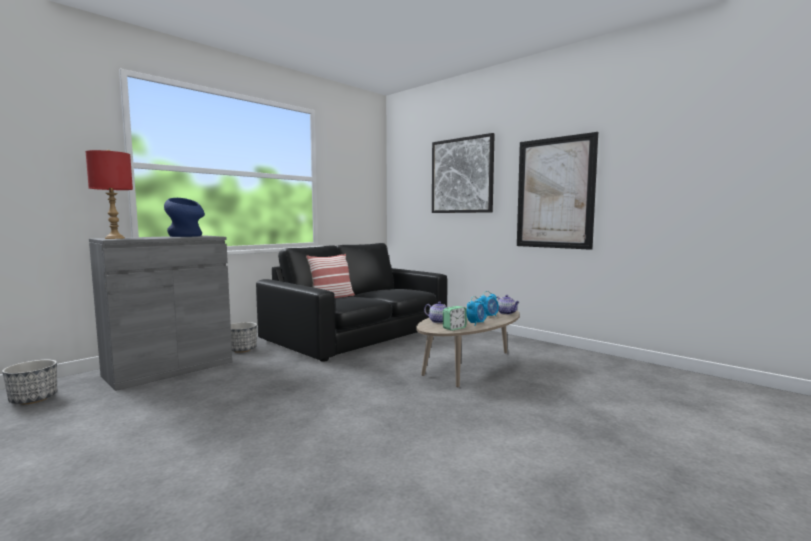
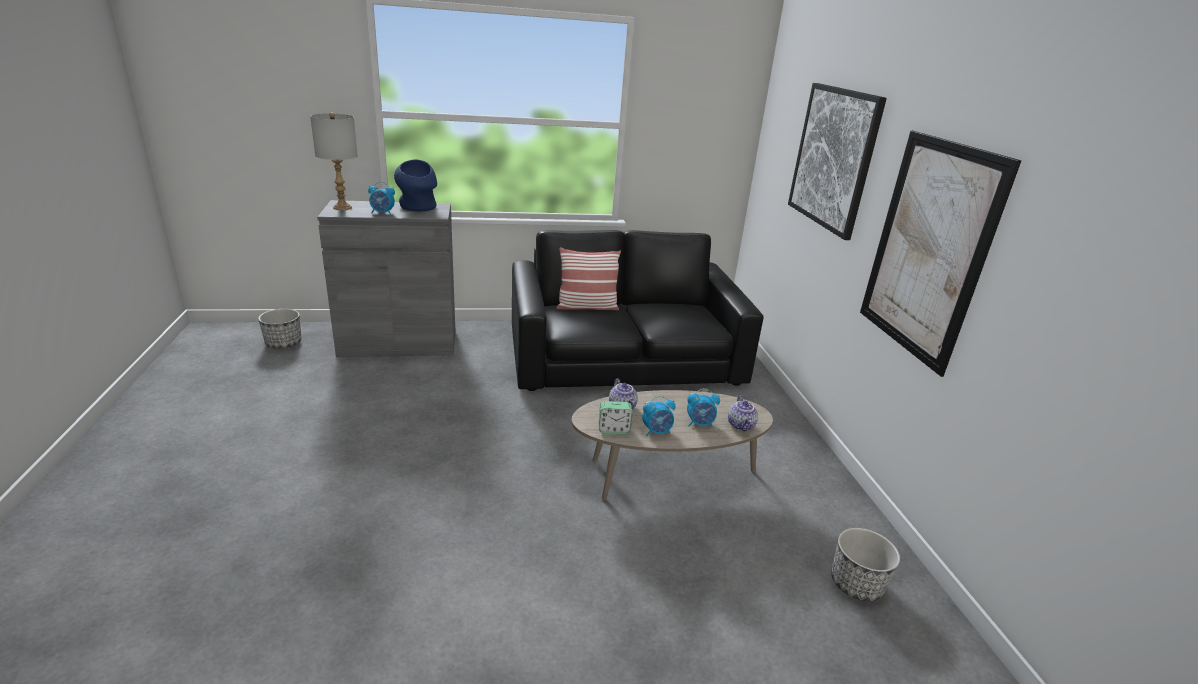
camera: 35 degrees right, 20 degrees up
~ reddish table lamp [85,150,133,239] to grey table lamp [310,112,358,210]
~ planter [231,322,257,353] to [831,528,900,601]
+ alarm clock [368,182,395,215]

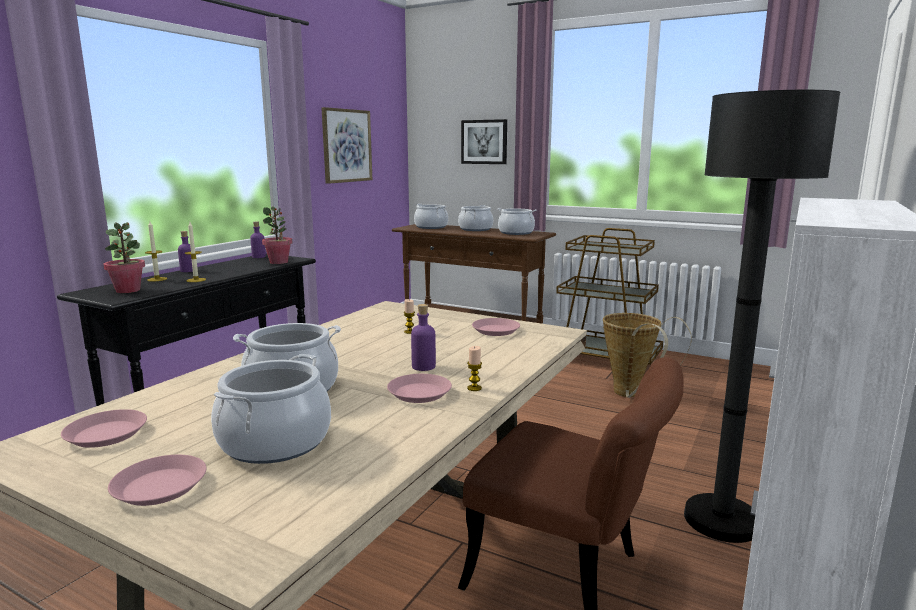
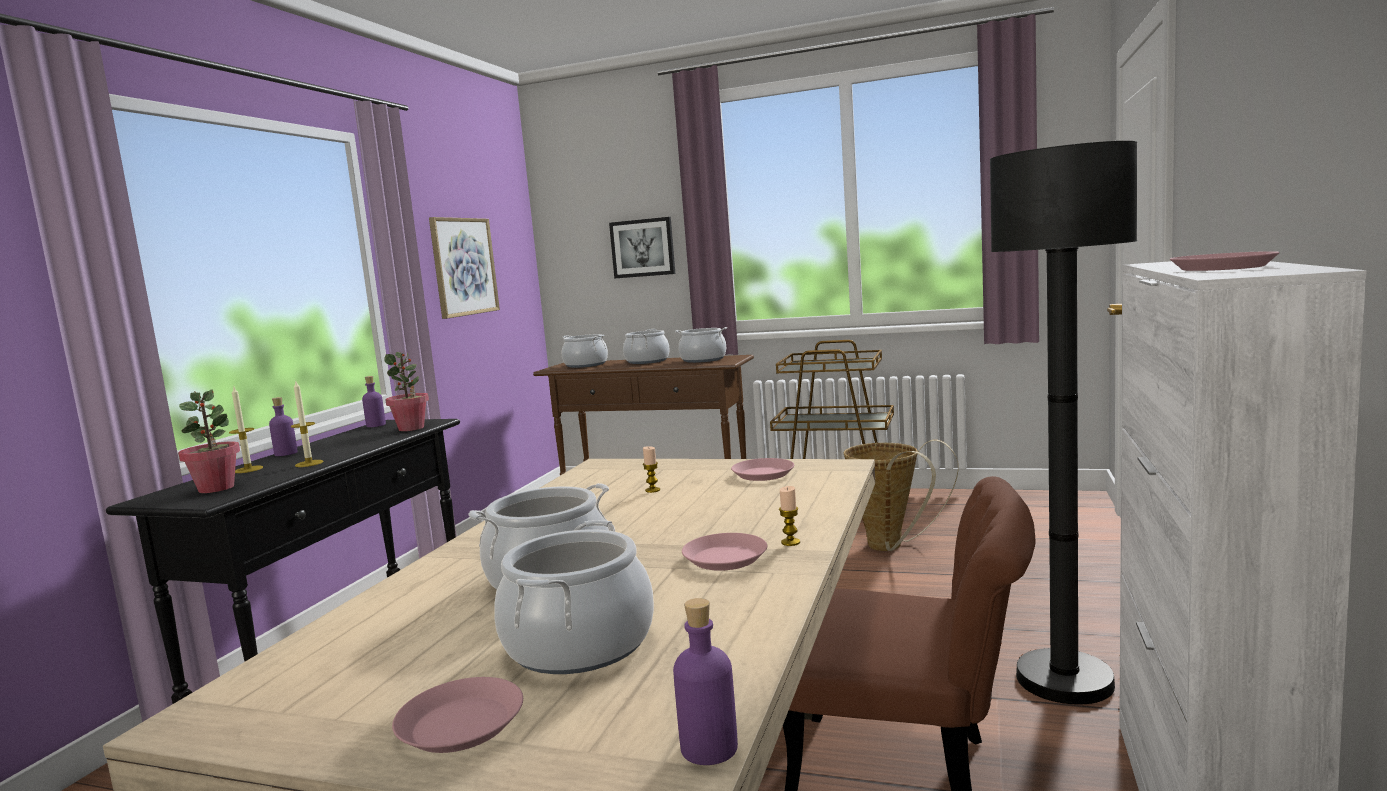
camera: 10 degrees left, 5 degrees down
~ purple-coloured beverage bottle [411,304,436,371] to [673,598,738,765]
~ pink-coloured plate [61,409,147,448] to [1170,251,1280,271]

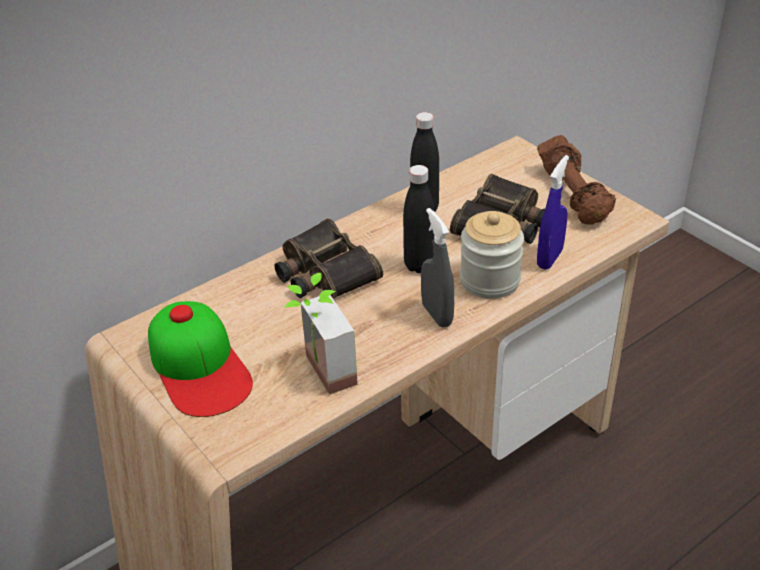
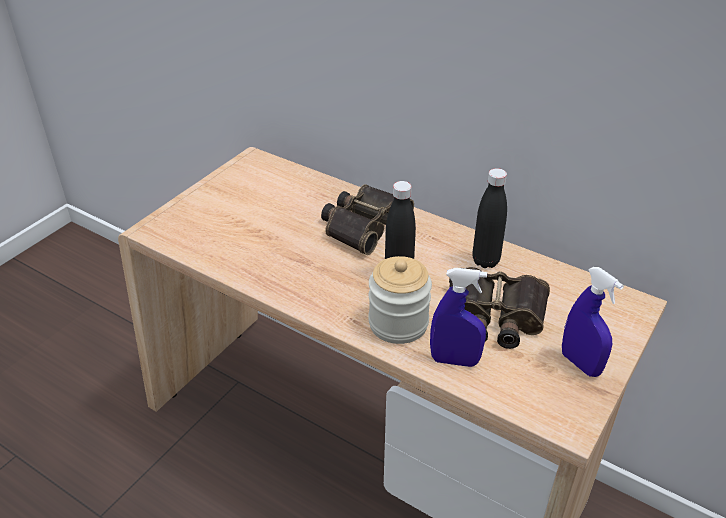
camera: 70 degrees right, 0 degrees up
~ brownish hand weight [537,135,616,225] to blue spray bottle [562,267,624,377]
- grey spray bottle [421,208,455,328]
- potted plant [284,273,358,395]
- cap [148,301,253,417]

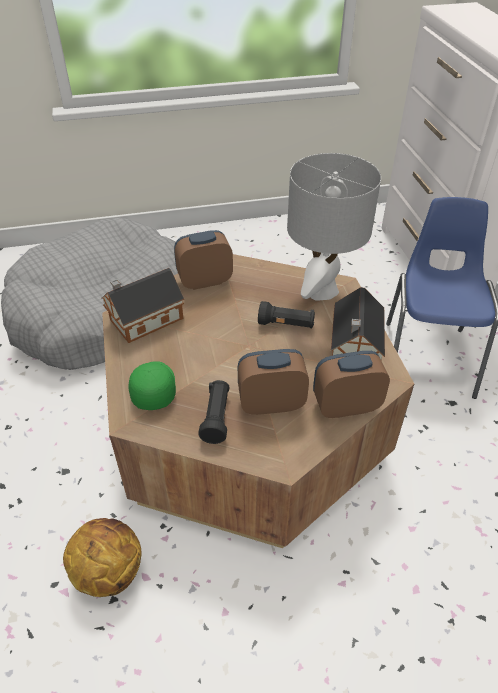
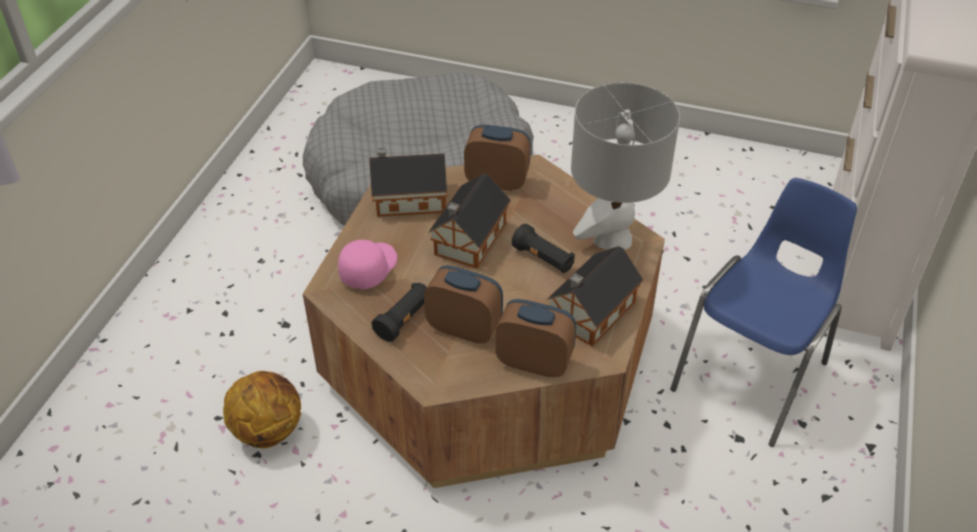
camera: 30 degrees right, 0 degrees up
~ greenish cap [128,361,176,410] to pink-coloured cap [338,240,398,289]
+ toy house [428,173,511,269]

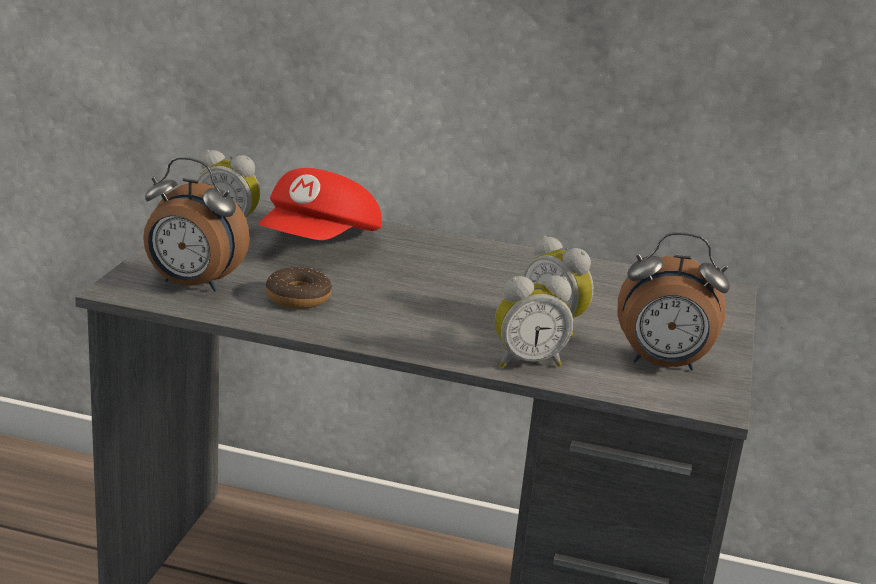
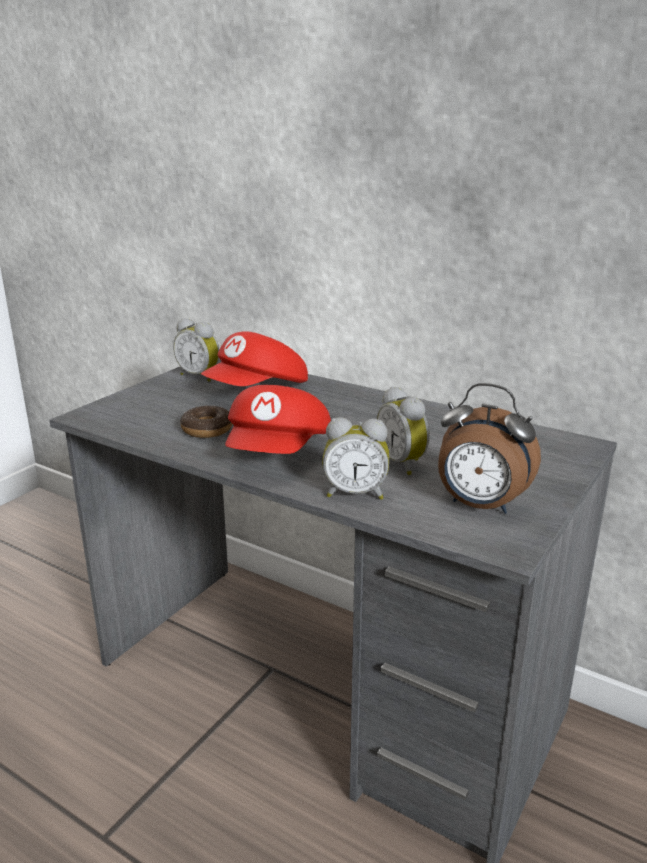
camera: 20 degrees right, 0 degrees up
- alarm clock [143,157,250,292]
+ reddish cap [225,385,331,454]

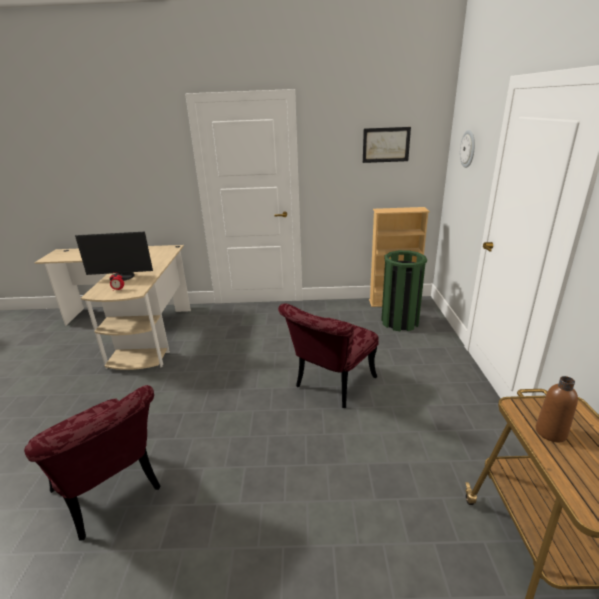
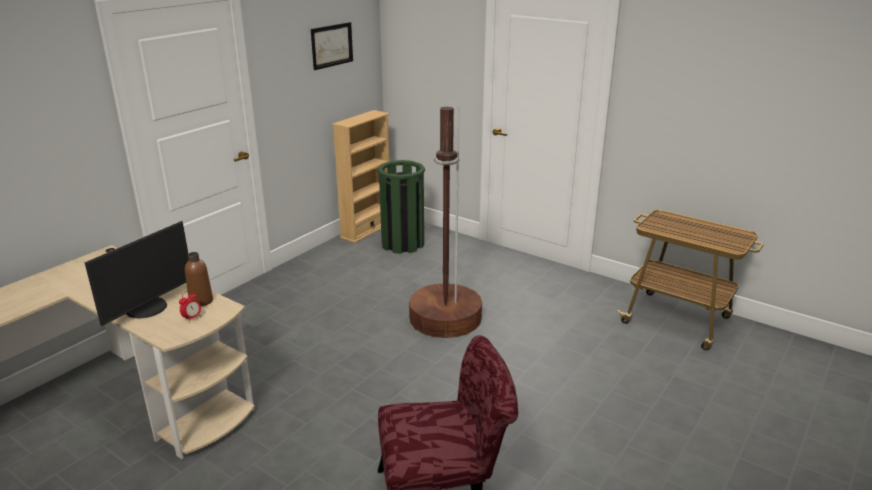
camera: 55 degrees left, 0 degrees up
- clock on the wall [460,130,475,168]
~ reddish chair [278,303,379,408] to brownish floor lamp [409,107,482,338]
~ brownish beverage bottle [536,376,578,442] to [185,252,213,307]

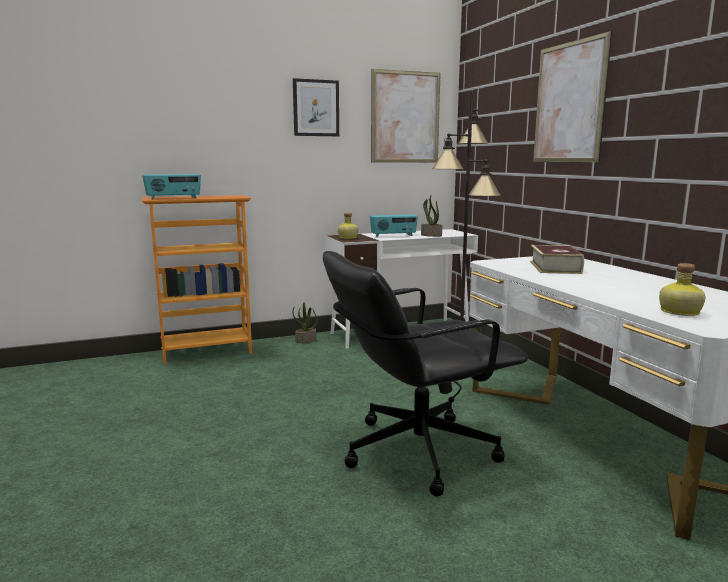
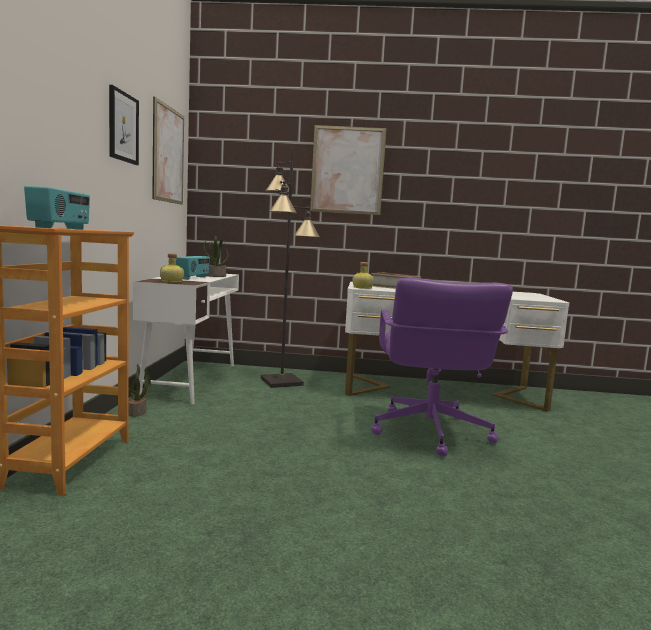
camera: 65 degrees left, 5 degrees down
~ blackish desk chair [323,251,528,497] to purple-coloured desk chair [371,278,513,456]
~ beverage bottle [659,263,706,316] to [353,262,374,289]

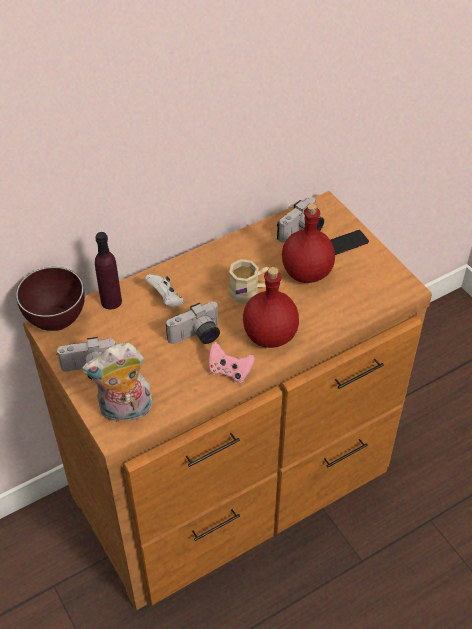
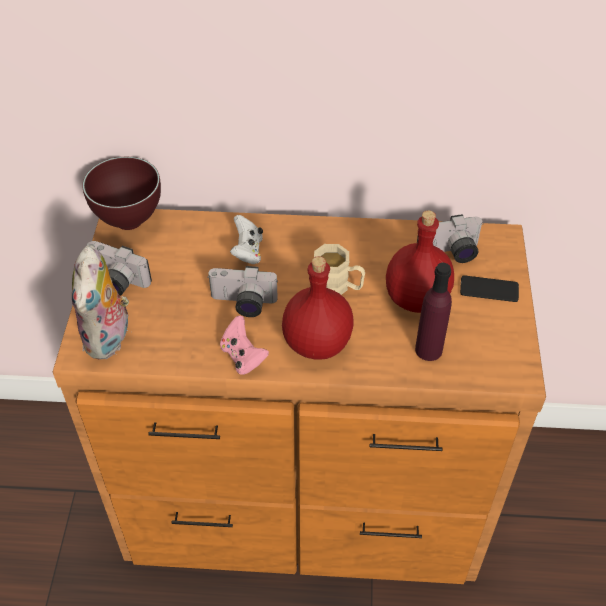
camera: 35 degrees right, 0 degrees up
~ purple-coloured beverage bottle [95,232,122,310] to [415,263,452,361]
~ soft toy [82,343,152,422] = [72,245,129,360] 105 degrees counterclockwise

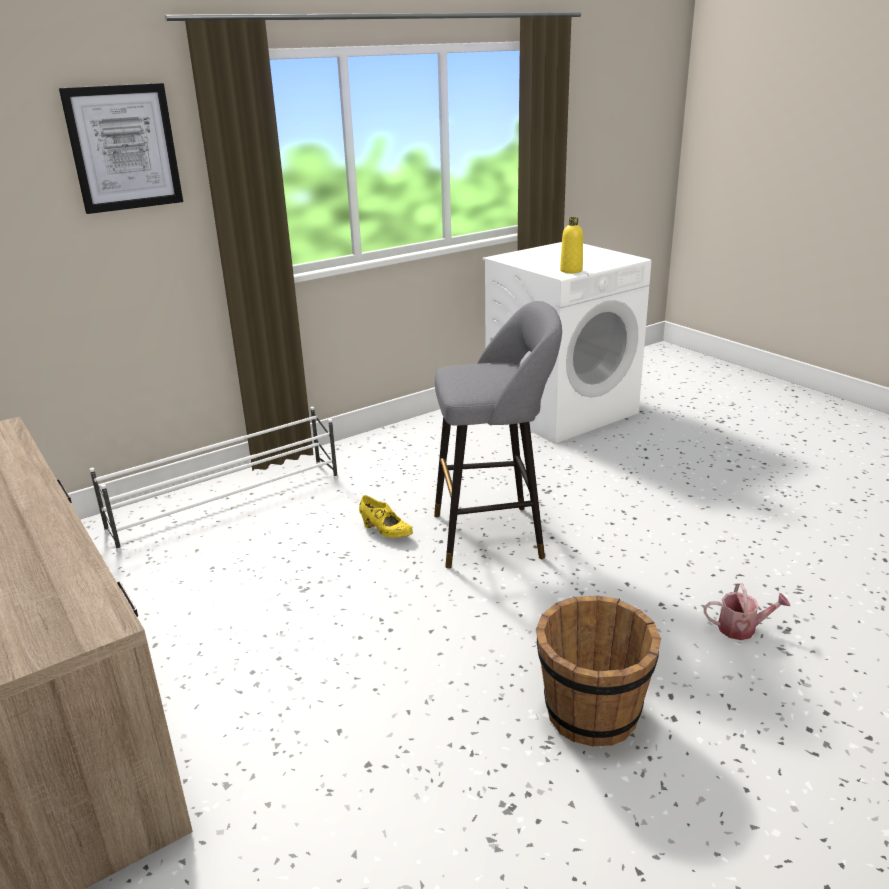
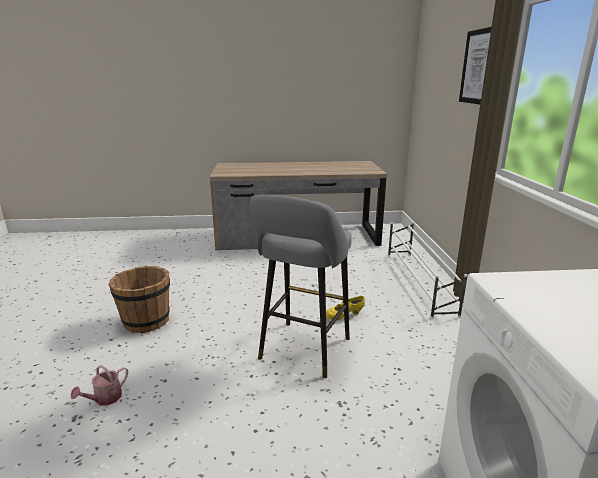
camera: 120 degrees right, 5 degrees down
- yellow beverage bottle [560,217,583,273]

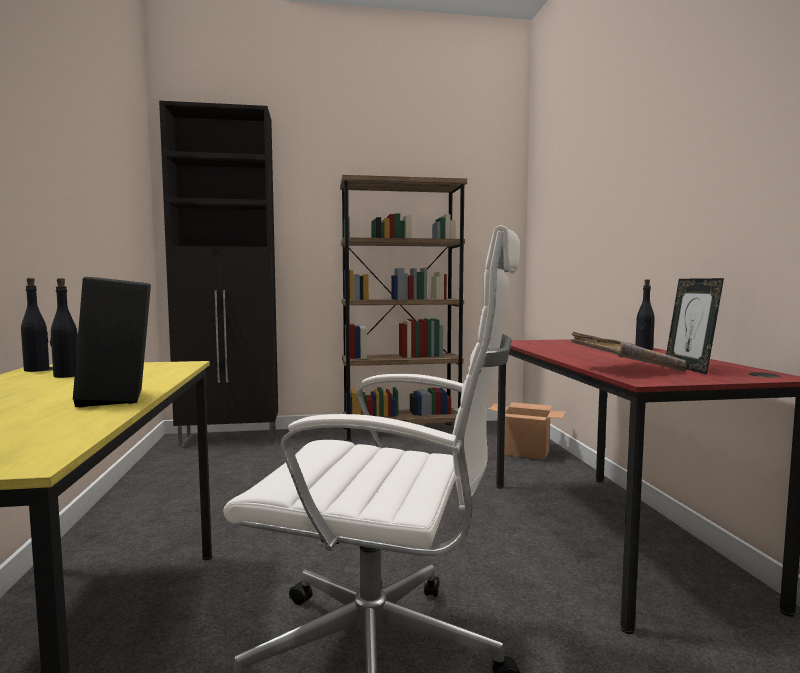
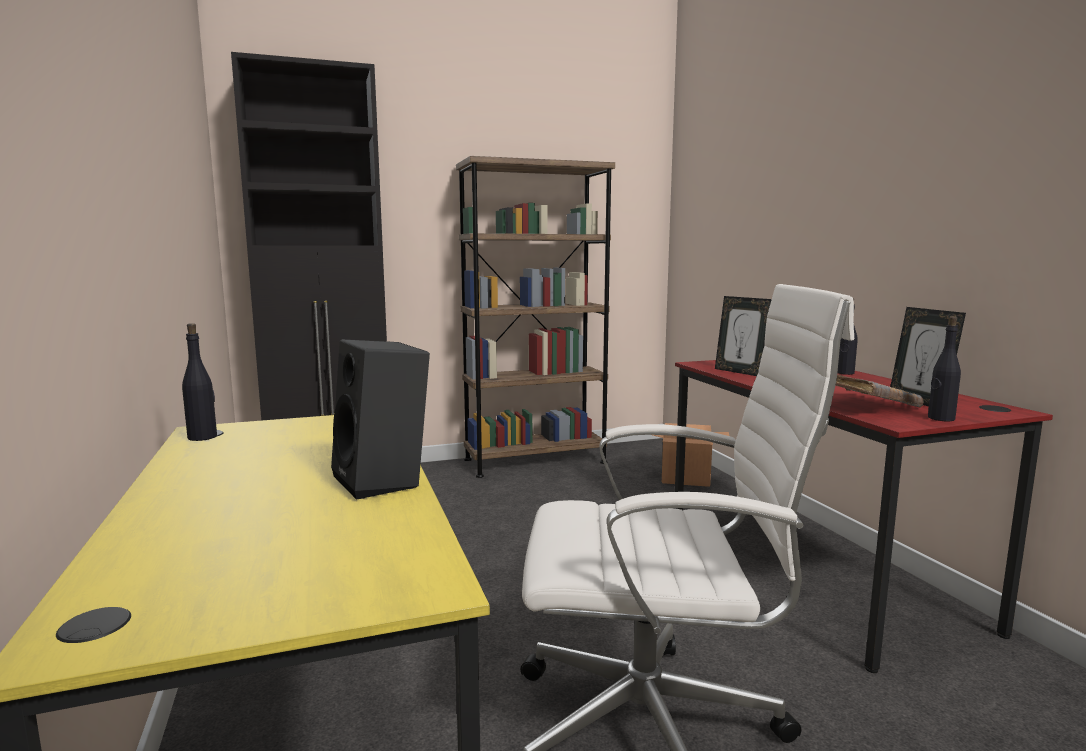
camera: 10 degrees left, 5 degrees up
~ blackish beverage bottle [50,278,77,378] to [928,316,961,421]
+ picture frame [715,296,772,376]

